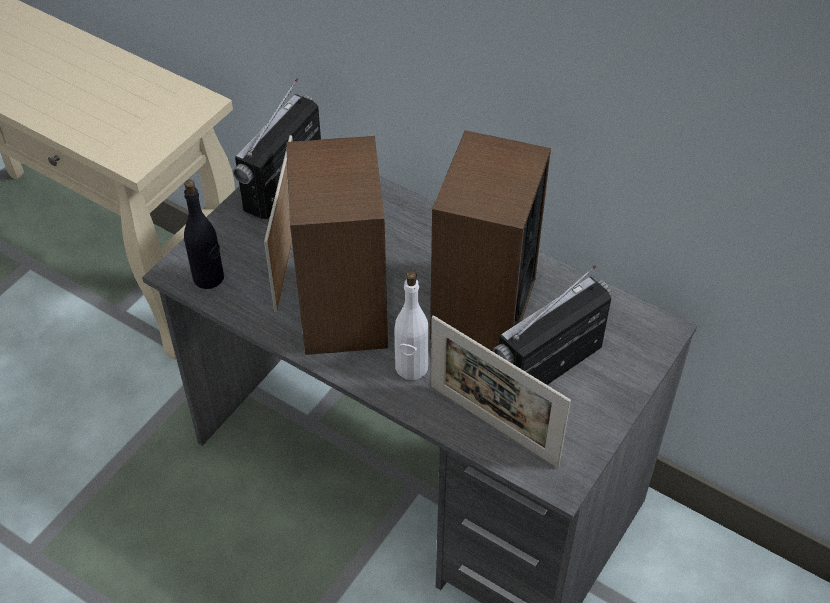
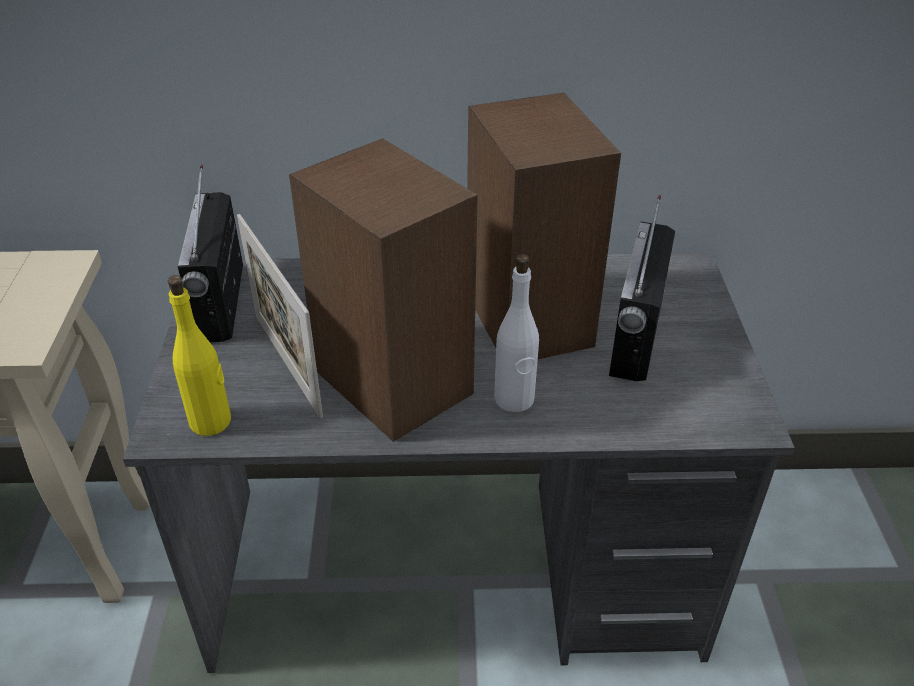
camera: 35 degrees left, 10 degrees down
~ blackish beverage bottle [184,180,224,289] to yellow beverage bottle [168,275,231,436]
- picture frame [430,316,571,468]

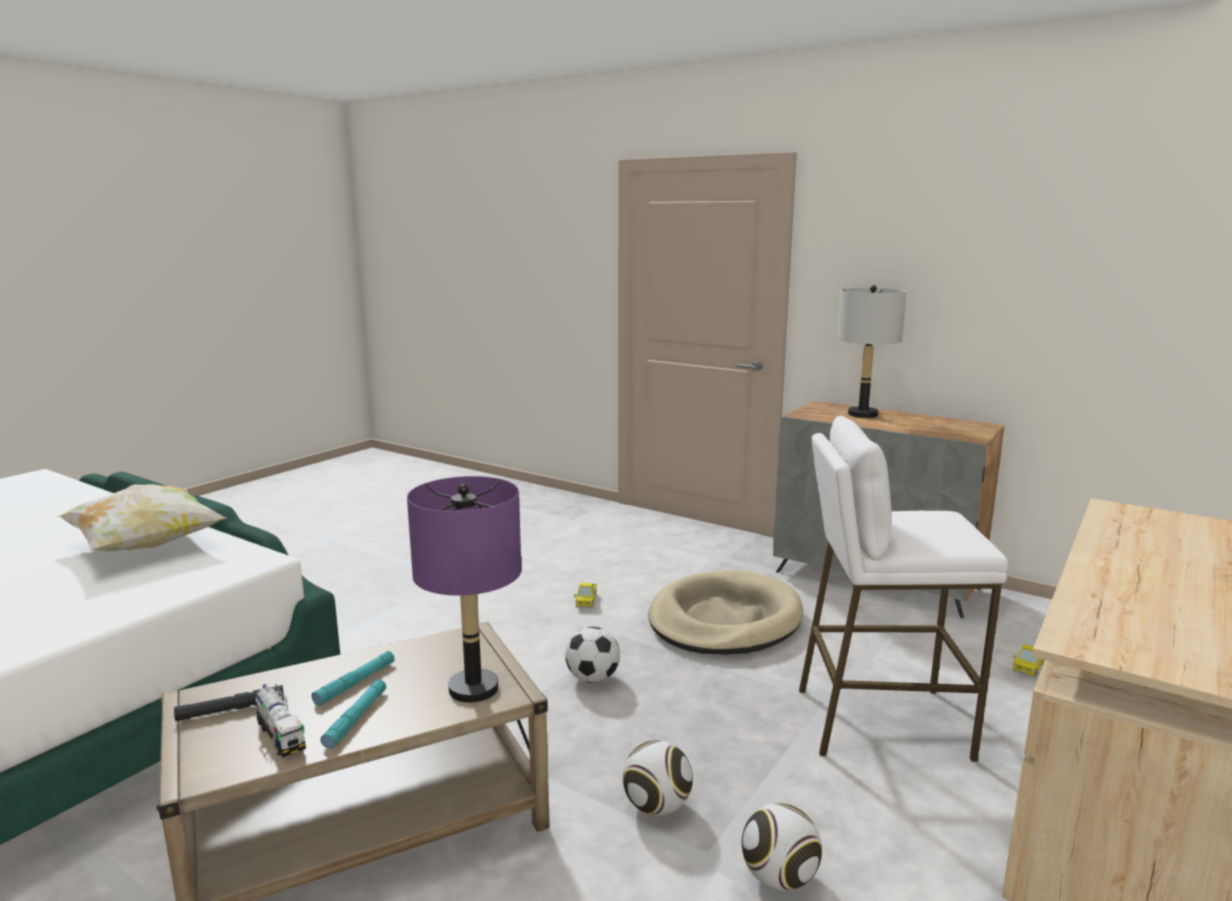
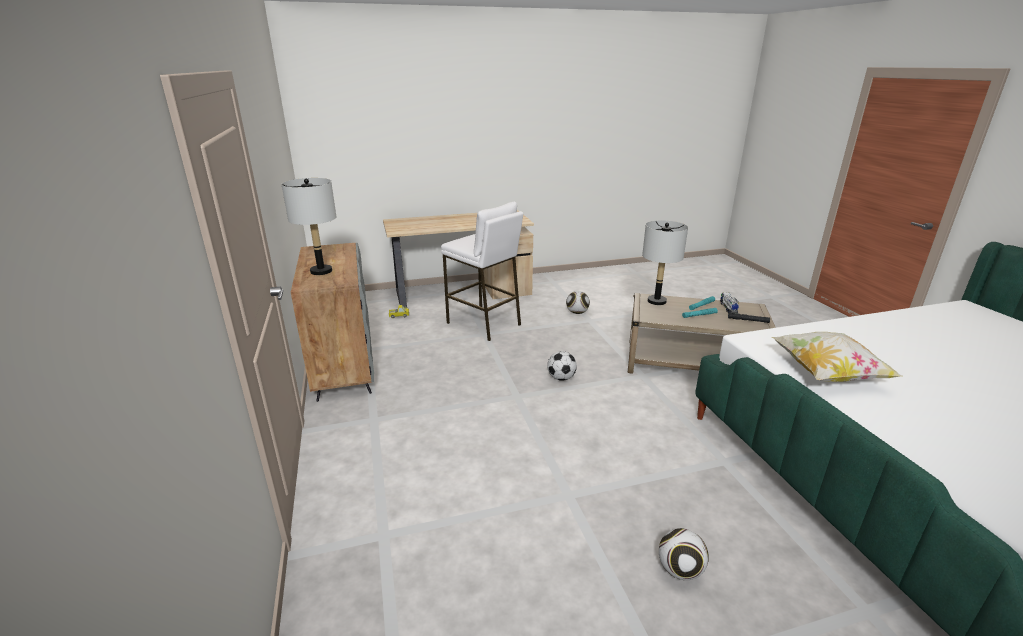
camera: 140 degrees left, 10 degrees up
~ purple-coloured table lamp [407,476,521,703] to grey table lamp [642,220,688,305]
- beige dog bed [648,570,803,655]
- toy lorry [574,583,597,608]
~ football ball [622,740,693,816] to [659,528,709,580]

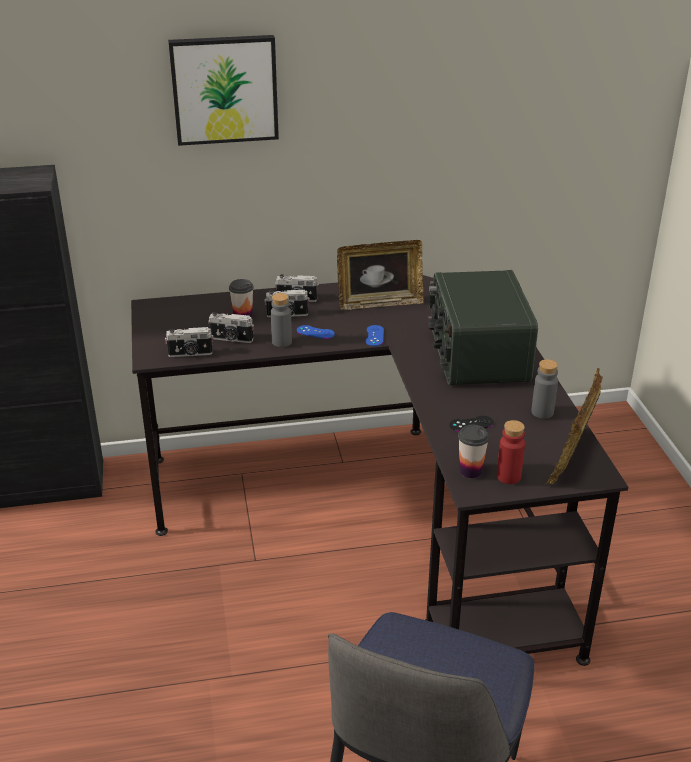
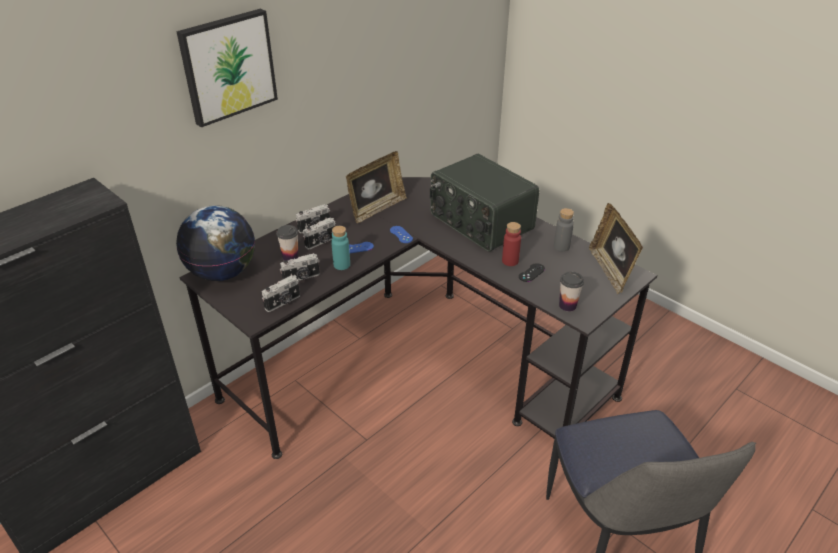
camera: 35 degrees left, 5 degrees up
~ grey beverage bottle [271,293,292,347] to blue-green beverage bottle [331,226,350,270]
~ reddish beverage bottle [497,420,525,484] to [502,222,521,266]
+ globe [176,205,255,281]

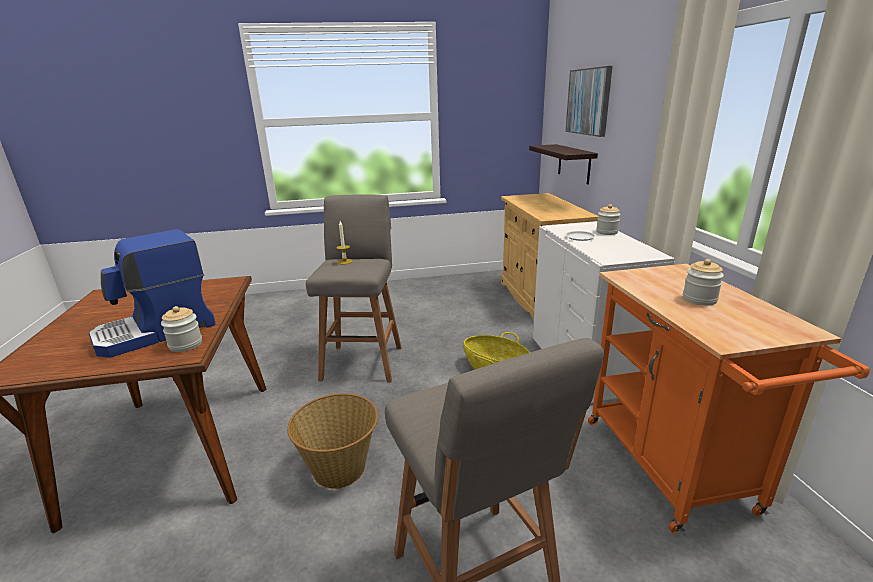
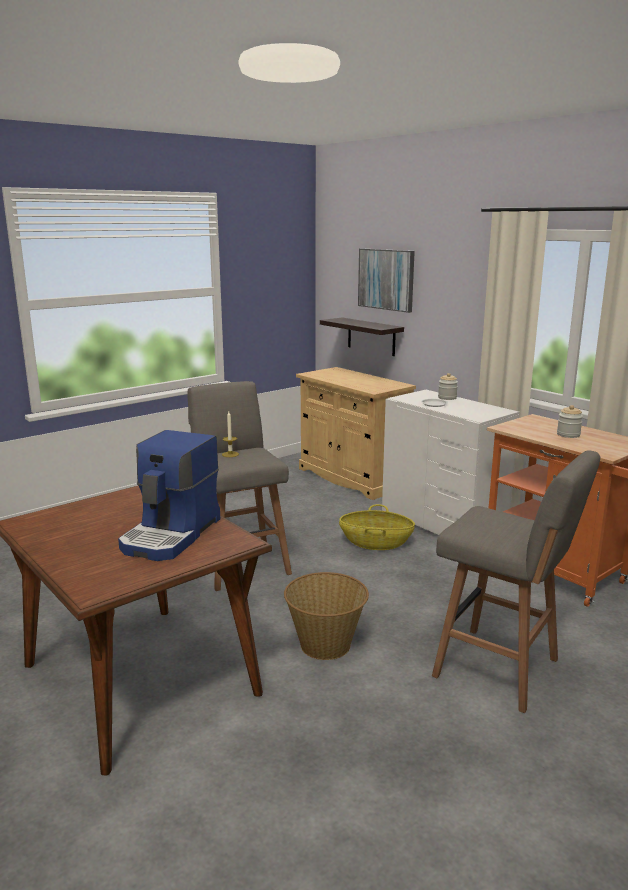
camera: 30 degrees left, 5 degrees down
- storage jar [161,306,202,352]

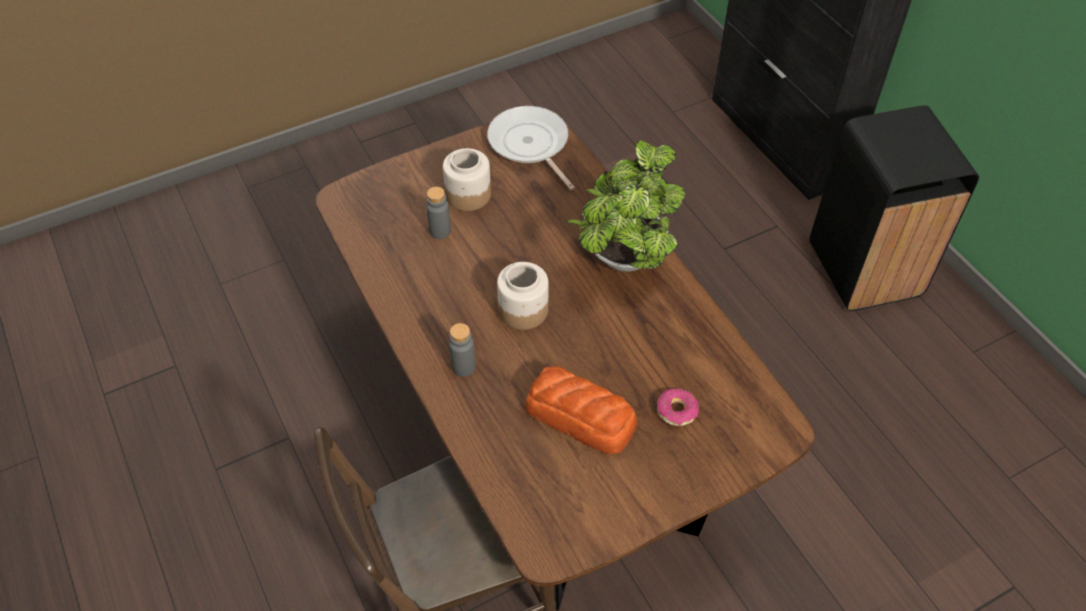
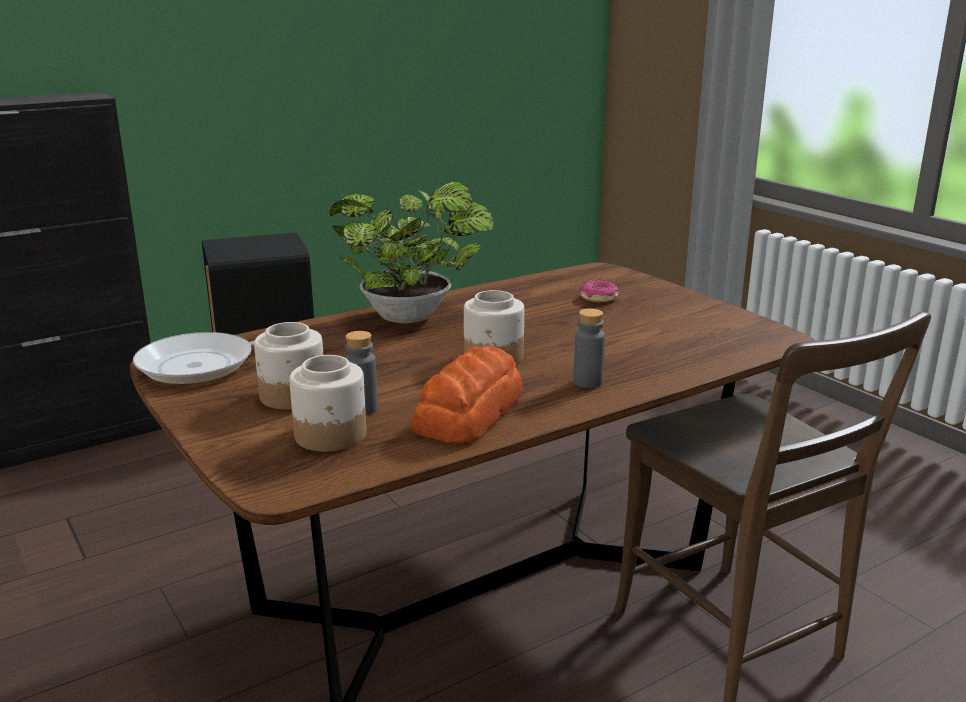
camera: 95 degrees left, 30 degrees down
~ baked bread [525,367,637,455] to [412,346,523,444]
+ storage jar [289,355,366,452]

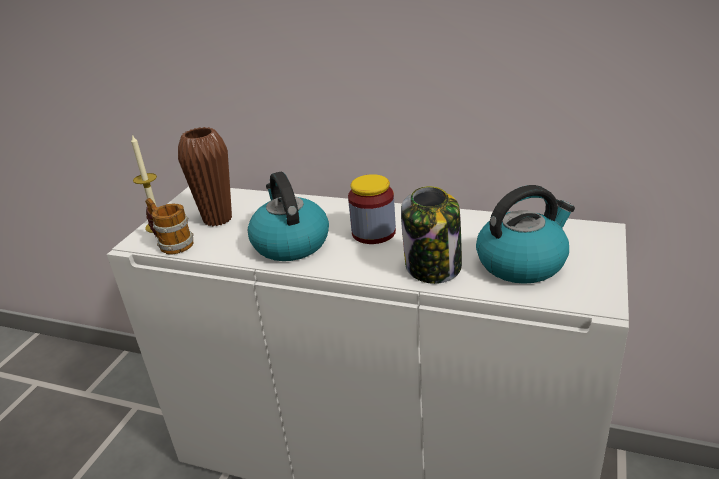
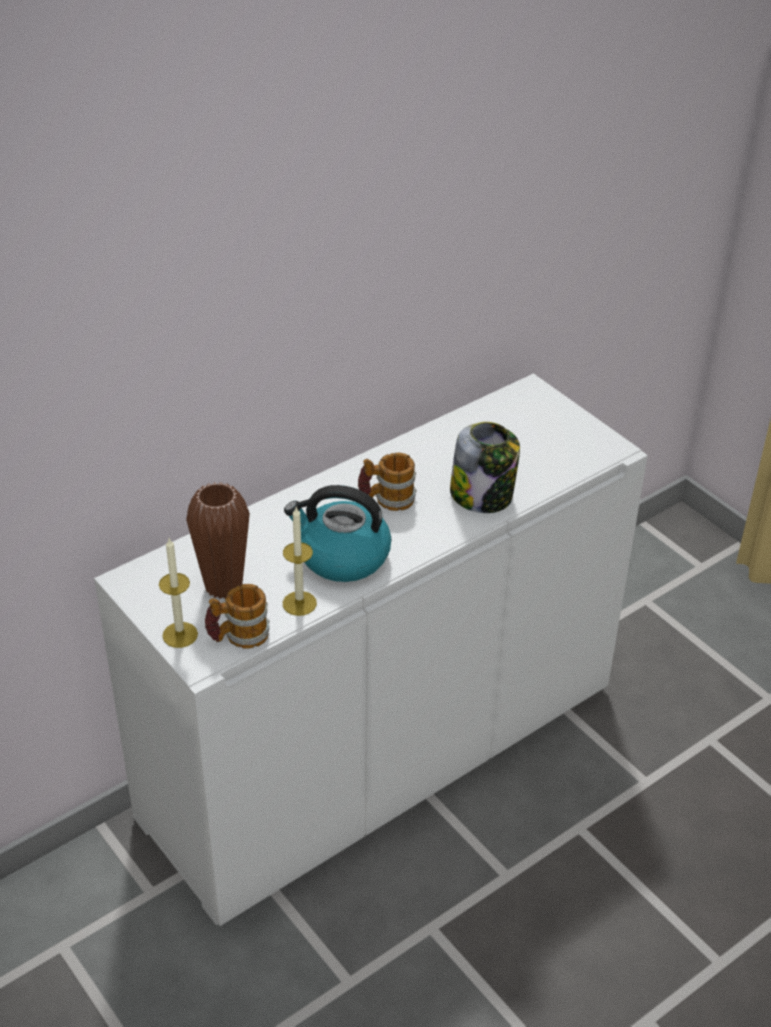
camera: 60 degrees left, 10 degrees up
~ storage jar [348,174,396,244] to tea mug [358,453,416,511]
- tea kettle [476,185,575,284]
+ wax light [283,506,317,616]

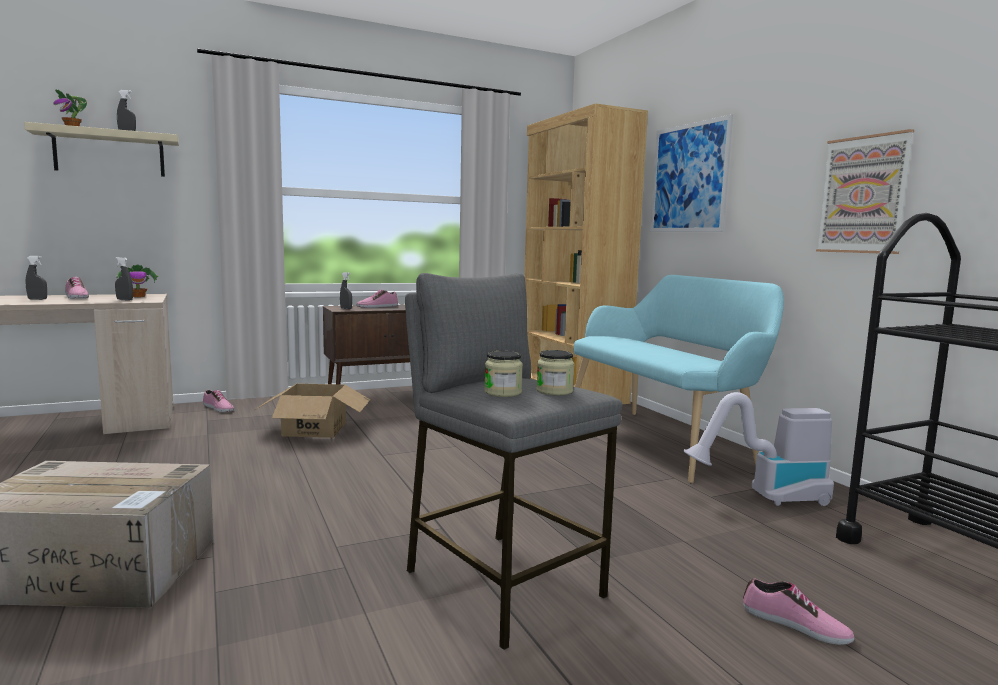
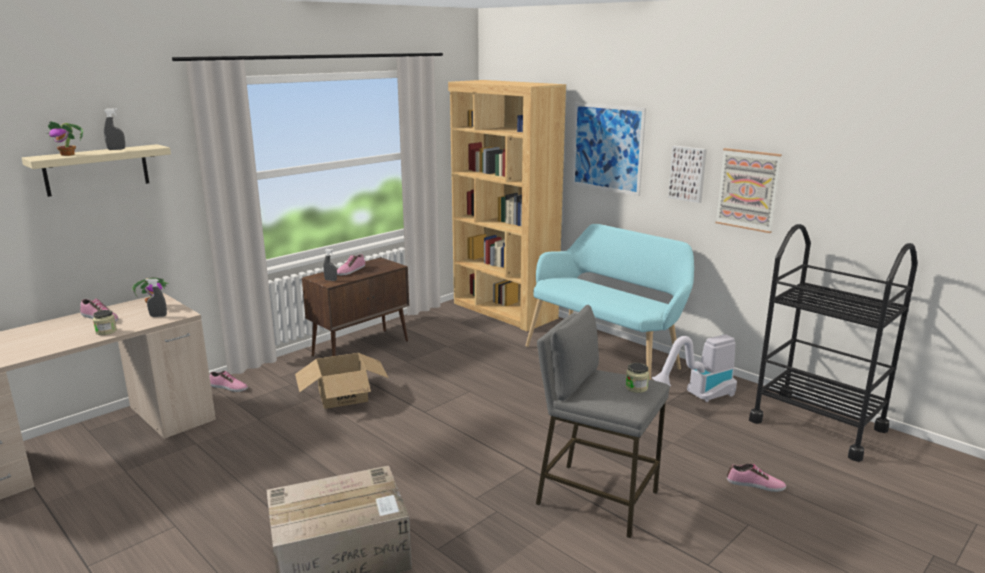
camera: 20 degrees left, 10 degrees up
- grey spray bottle [26,256,47,300]
~ storage jar [484,351,523,397] to [93,310,117,335]
+ picture [668,146,707,203]

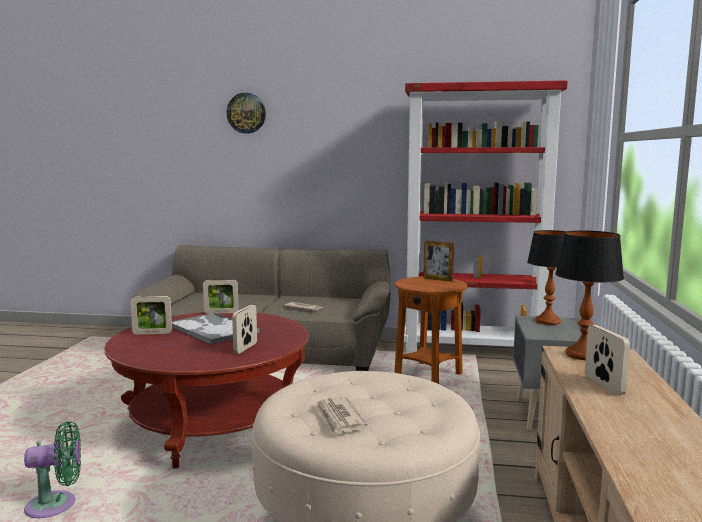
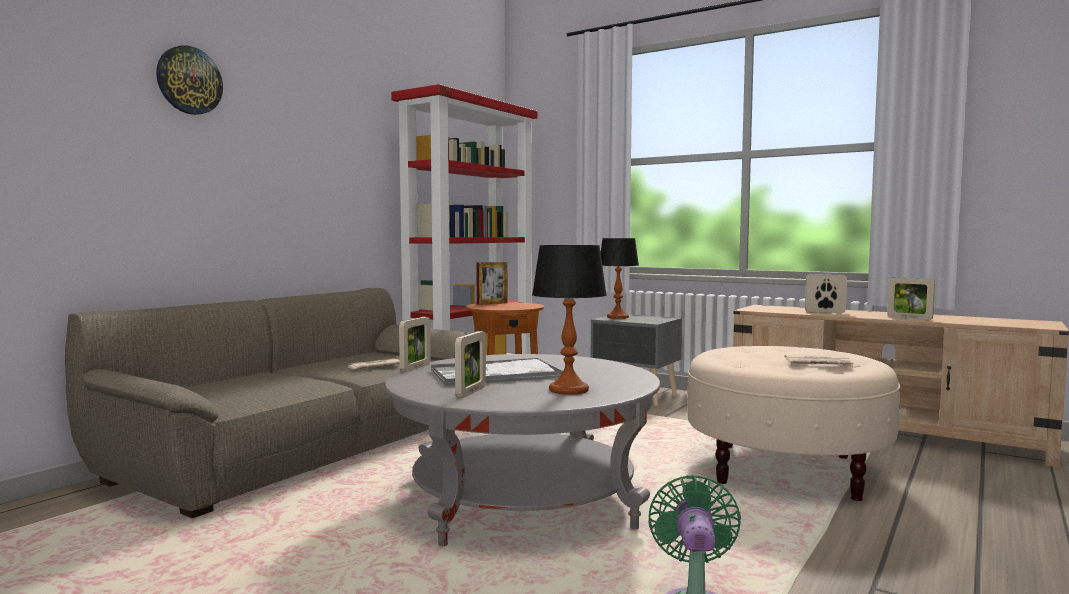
camera: 65 degrees left, 5 degrees down
~ table lamp [555,231,624,360] to [532,245,607,395]
~ picture frame [232,305,257,354] to [887,277,935,320]
~ reddish lounge table [104,312,309,469] to grey lounge table [385,354,660,546]

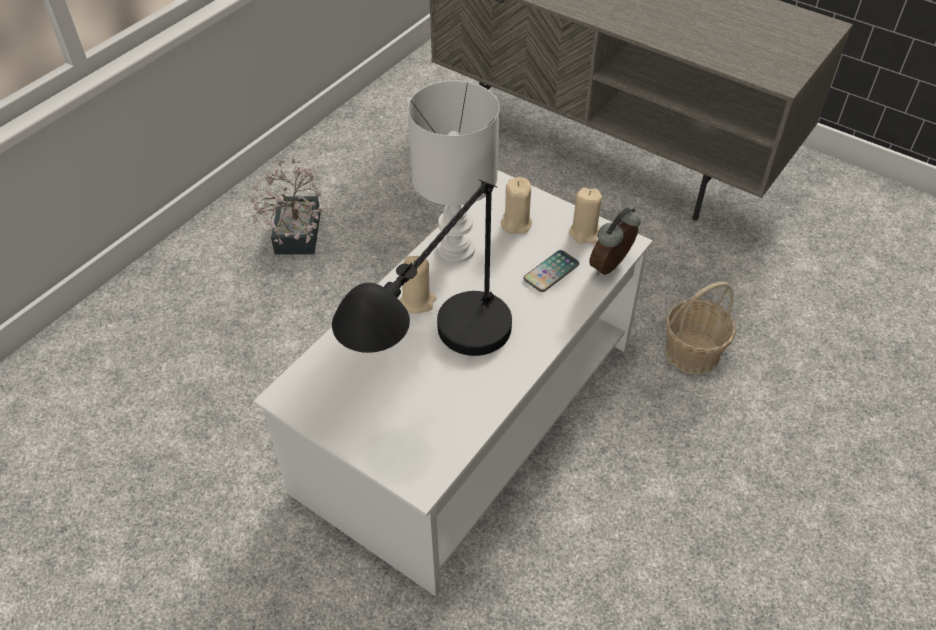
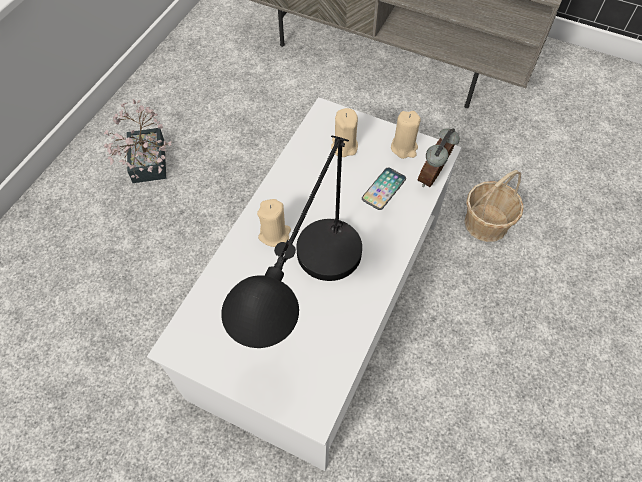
camera: 10 degrees left, 10 degrees up
- whitish table lamp [407,80,499,263]

